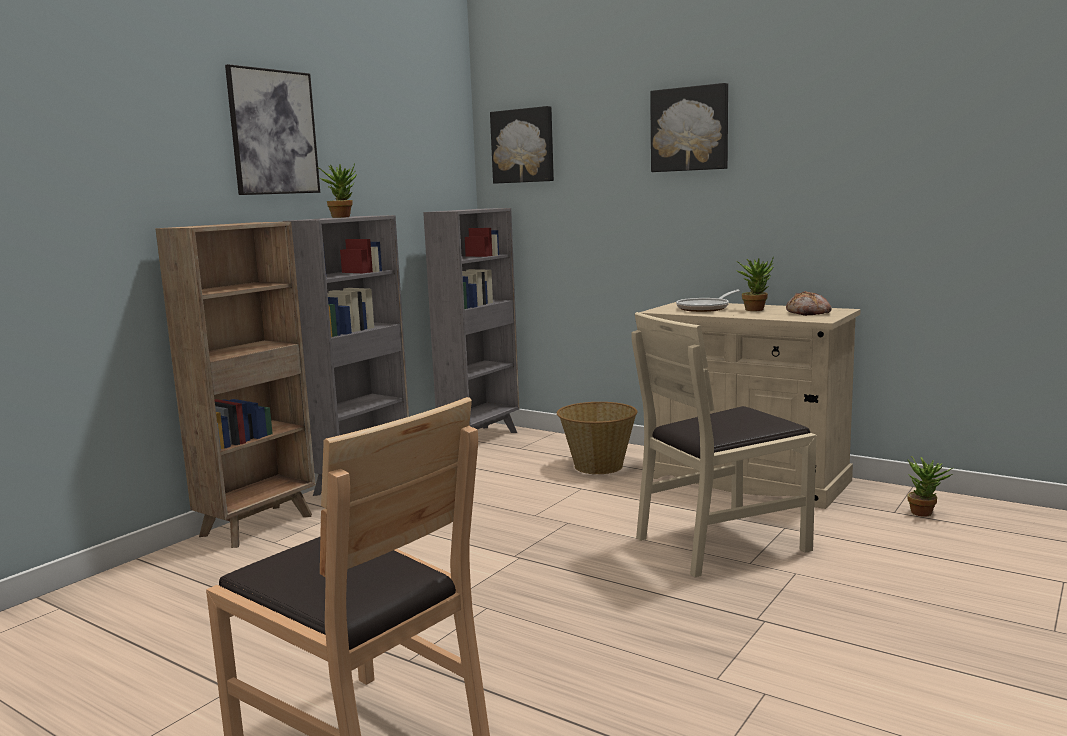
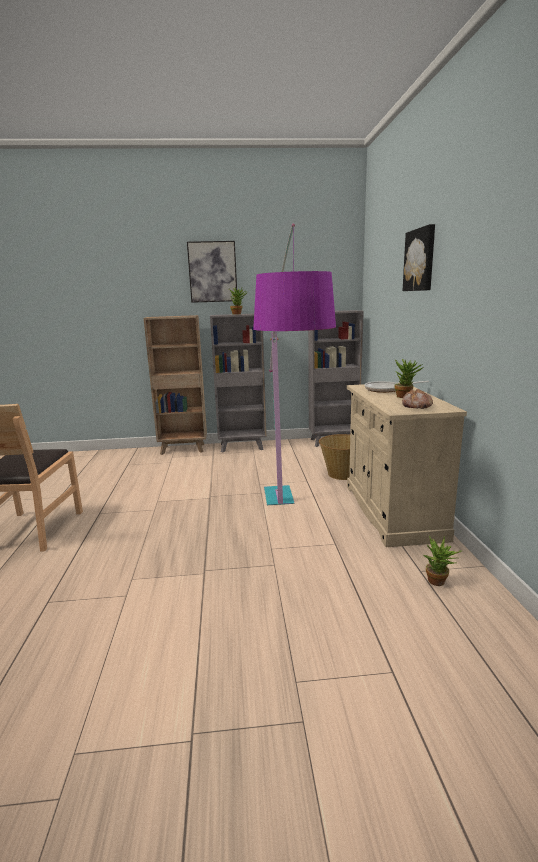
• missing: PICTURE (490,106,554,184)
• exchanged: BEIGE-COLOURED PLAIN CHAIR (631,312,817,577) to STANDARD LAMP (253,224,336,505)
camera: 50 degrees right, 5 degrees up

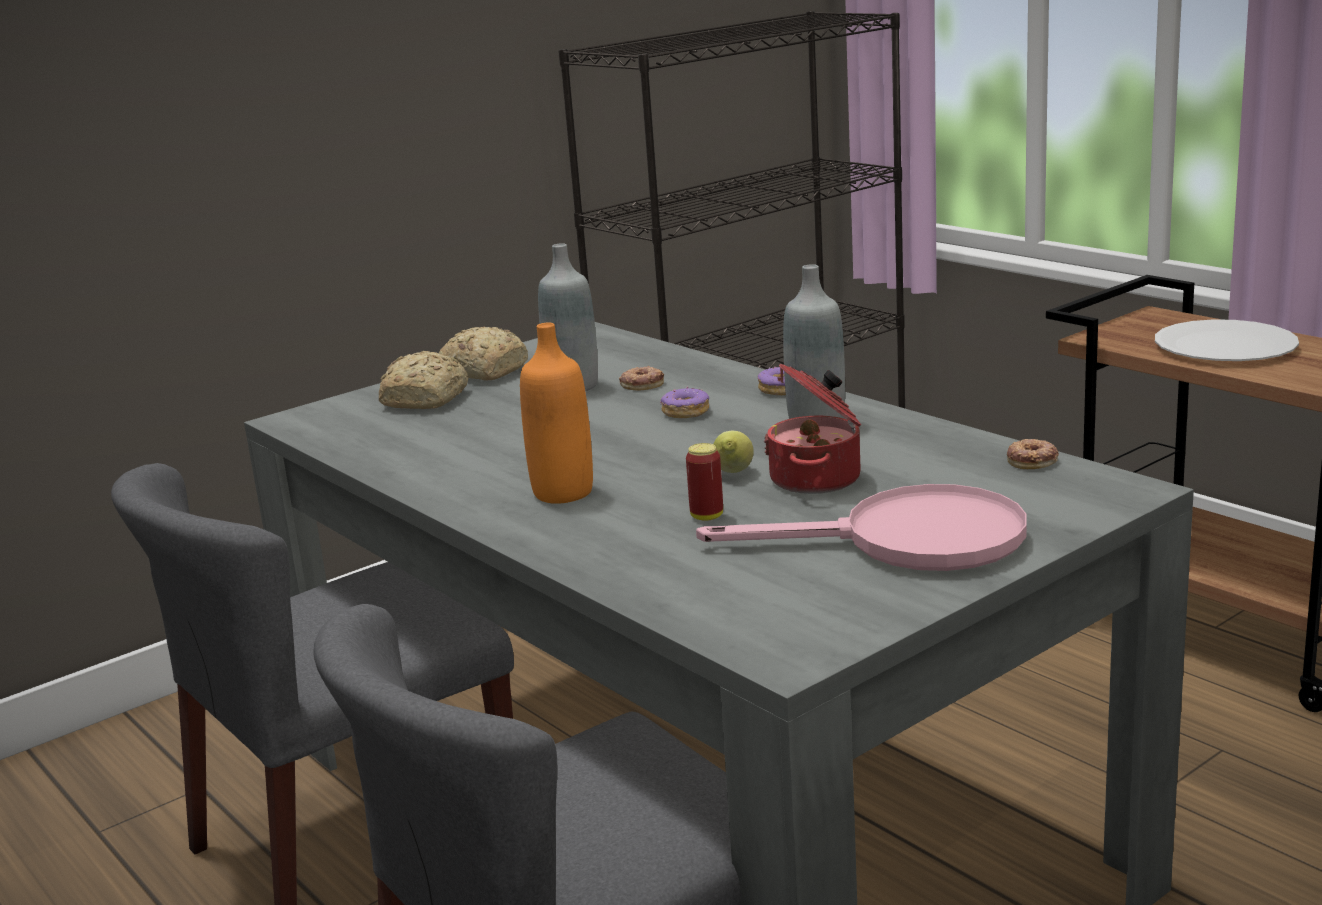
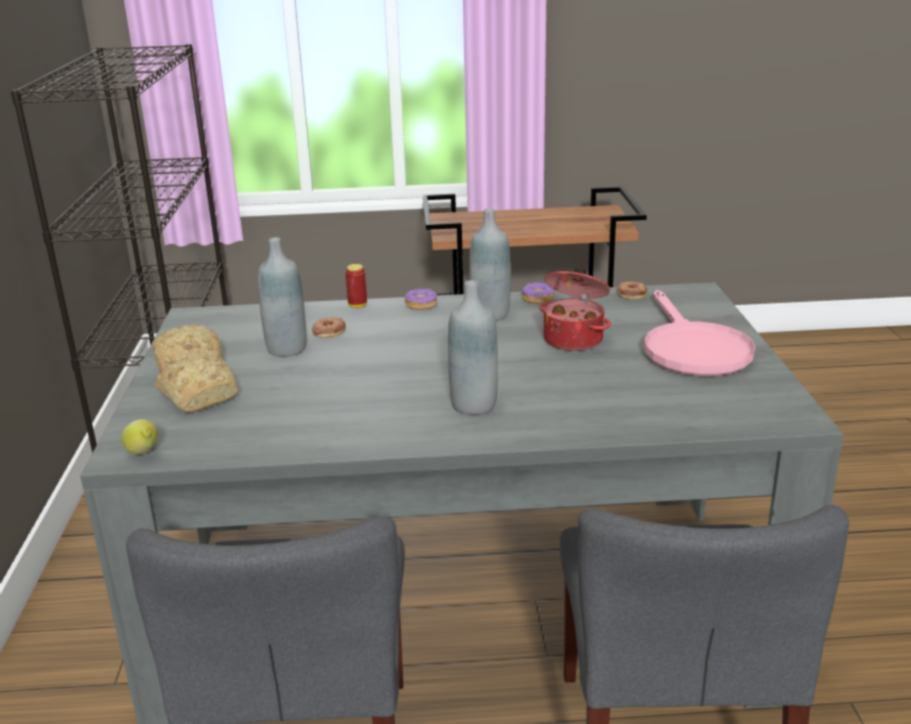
• colour: ORANGEY BOTTLE (520,322,593,504) to GRAY BOTTLE (448,280,498,415)
• relocated: RING DOUGHNUT (660,387,709,418) to (522,282,555,304)
• relocated: SEALED CAN (686,443,723,521) to (345,264,367,308)
• spun: PINK-COLOURED PAN (696,484,1027,571) = (644,290,755,376) 135 degrees clockwise
• relocated: LEMON (714,431,754,473) to (122,419,158,454)
• missing: WHITE-COLOURED PLATE (1155,319,1299,361)
camera: 55 degrees left, 5 degrees up

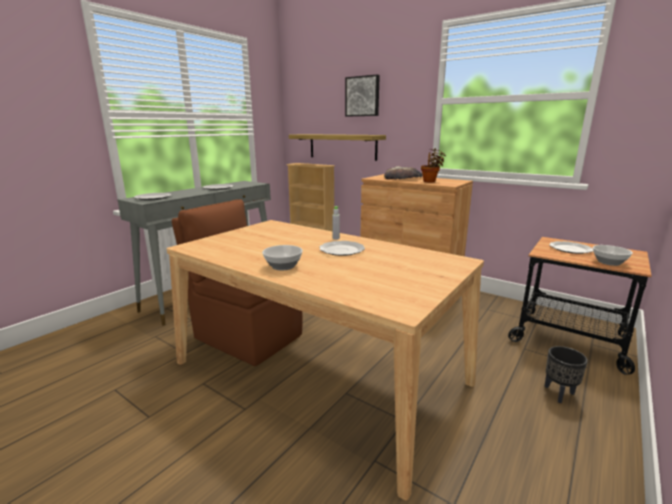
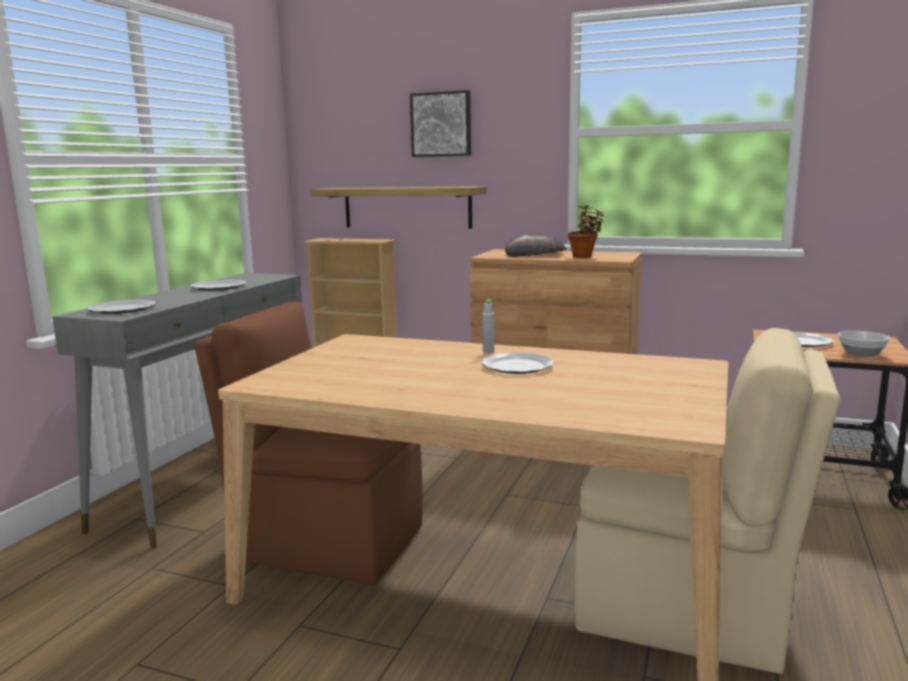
• missing: BOWL (262,245,303,270)
• missing: BLACK-COLOURED FLOWER POT (544,346,588,403)
• appeared: BEIGE-COLOURED PLAIN CHAIR (575,328,840,674)
camera: 15 degrees left, 5 degrees down

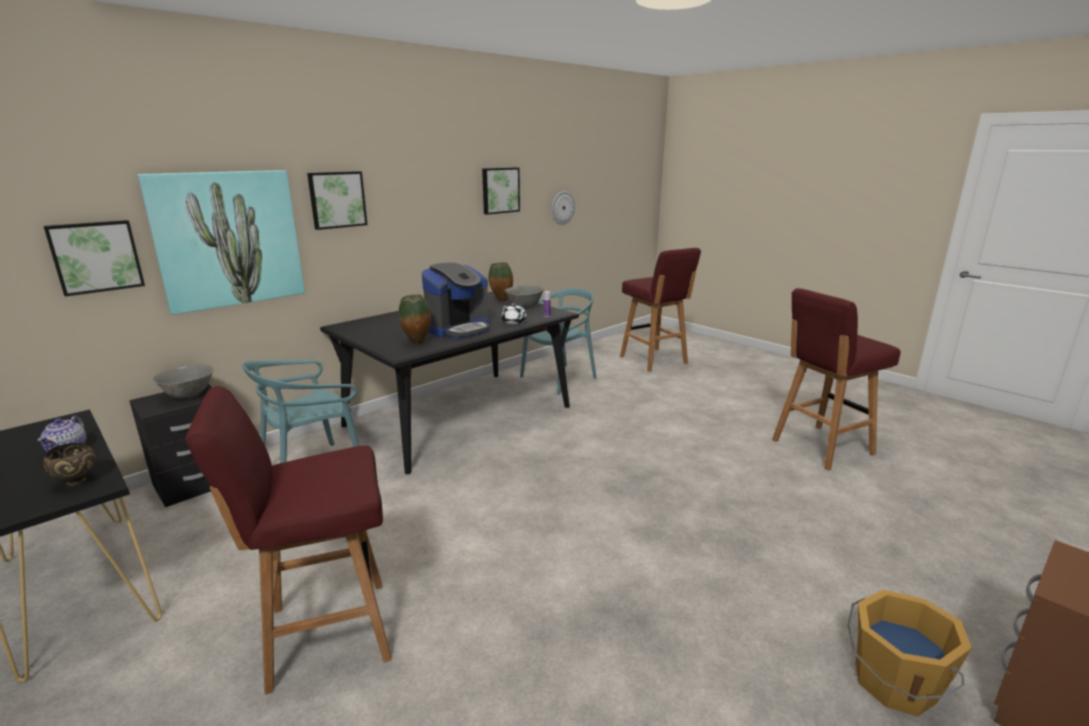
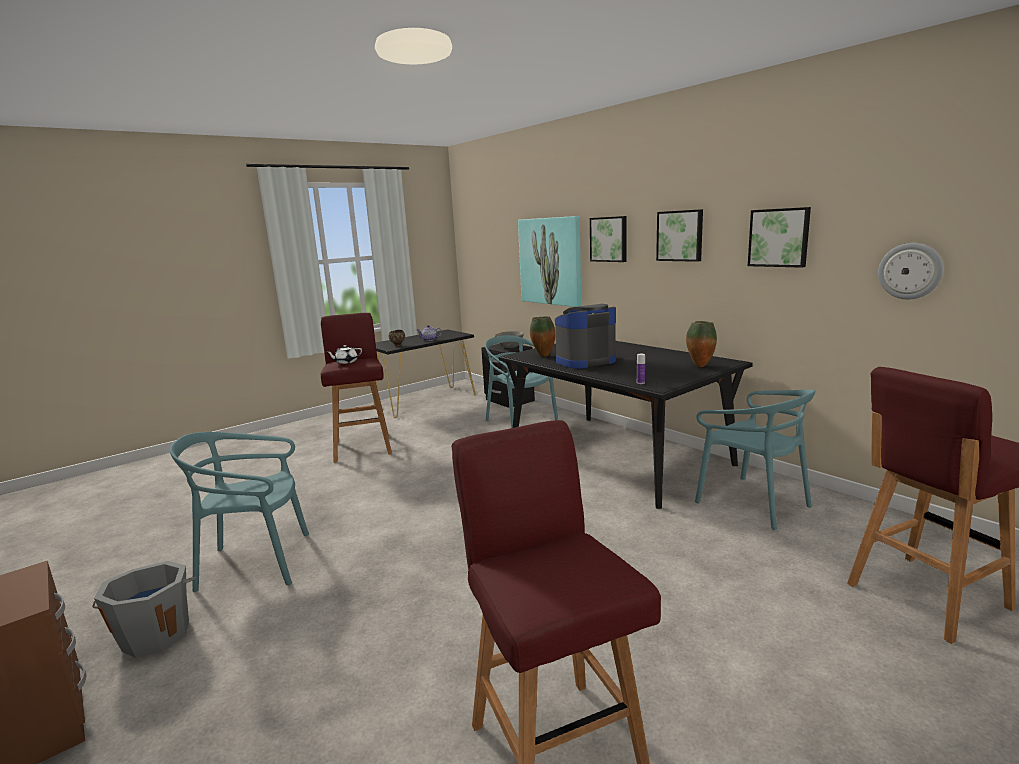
• relocated: PICTURE (43,220,145,297) to (656,209,703,262)
• spun: COFFEE MAKER (422,262,490,338) = (555,304,616,369) 105 degrees clockwise
• relocated: WHITE-COLOURED POT FOR TEA (501,303,527,325) to (327,345,362,364)
• missing: GRAY BOWL (505,286,544,309)
• colour: ORANGEY PAIL (848,590,972,717) to GRAY PAIL (92,561,197,658)
• appeared: BLUE-GREEN PLAIN CHAIR (170,432,309,592)
camera: 95 degrees right, 5 degrees down

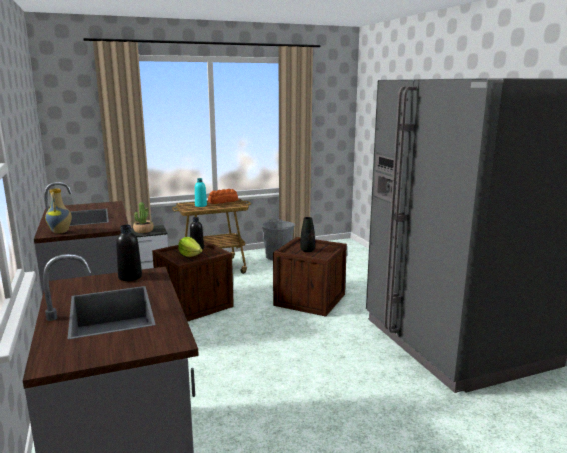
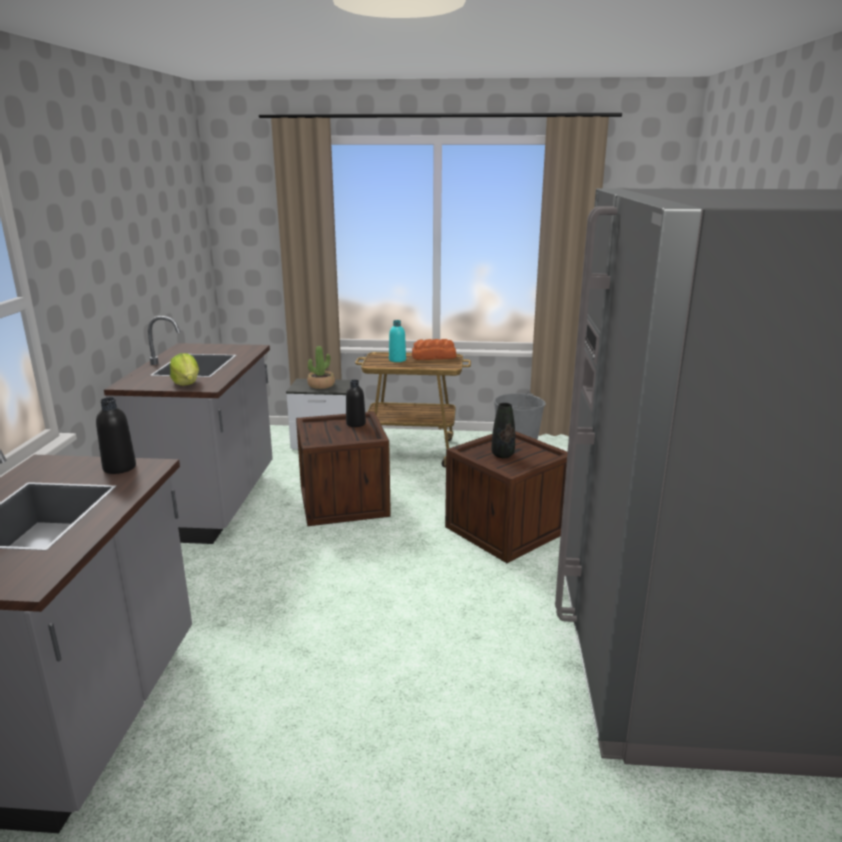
• missing: FLOWER VASE (45,188,72,234)
• relocated: LETTUCE HEAD (178,237,202,257) to (170,353,199,386)
camera: 25 degrees right, 5 degrees up

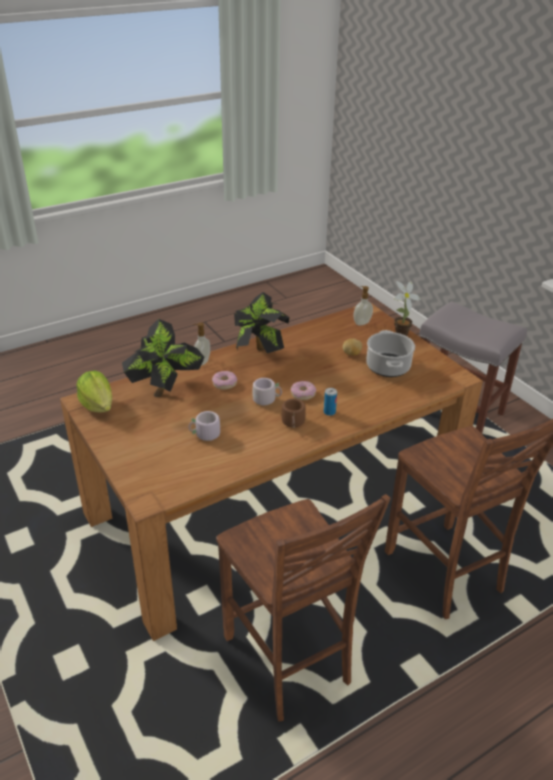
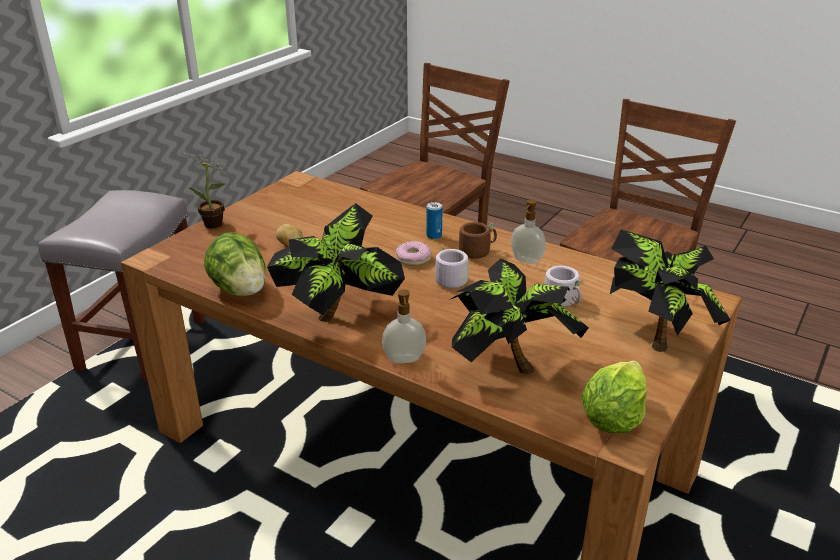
• missing: RING DOUGHNUT (212,371,237,390)
• relocated: SOAP DISPENSER (354,286,373,326) to (511,199,546,264)
• missing: STOCKPOT (366,330,415,377)
• appeared: LETTUCE HEAD (204,232,266,297)
• appeared: POTTED PLANT (610,229,731,352)
camera: 115 degrees left, 5 degrees down

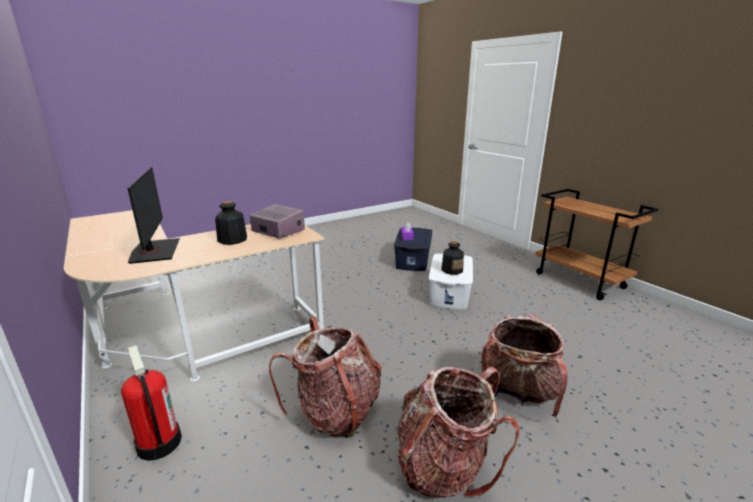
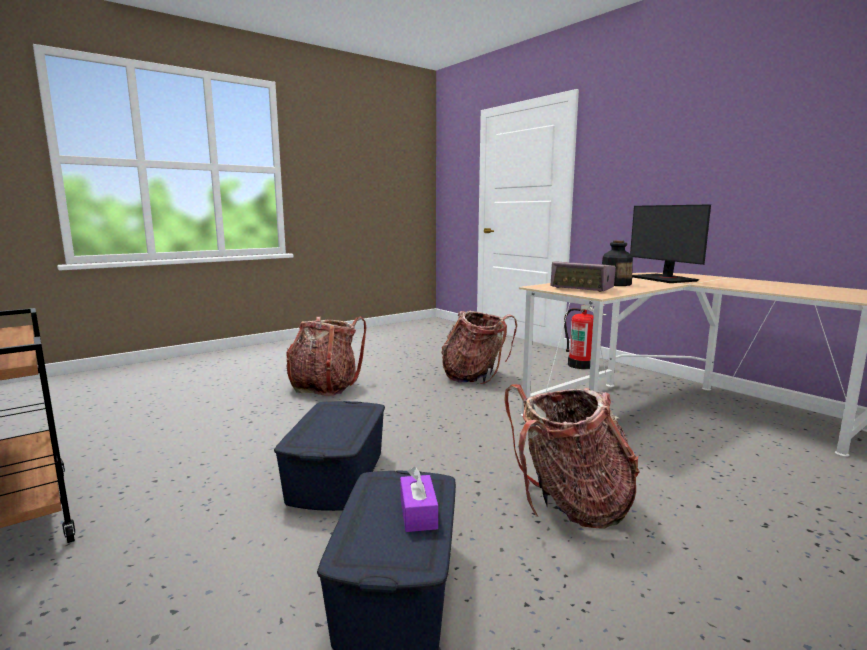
• relocated: KNAPSACK (398,367,520,498) to (504,384,640,529)
• colour: WHITE-COLOURED STORAGE BIN (429,254,473,310) to BLUISH STORAGE BIN (274,401,385,511)
• missing: BOTTLE (441,241,464,275)
camera: 175 degrees right, 10 degrees down

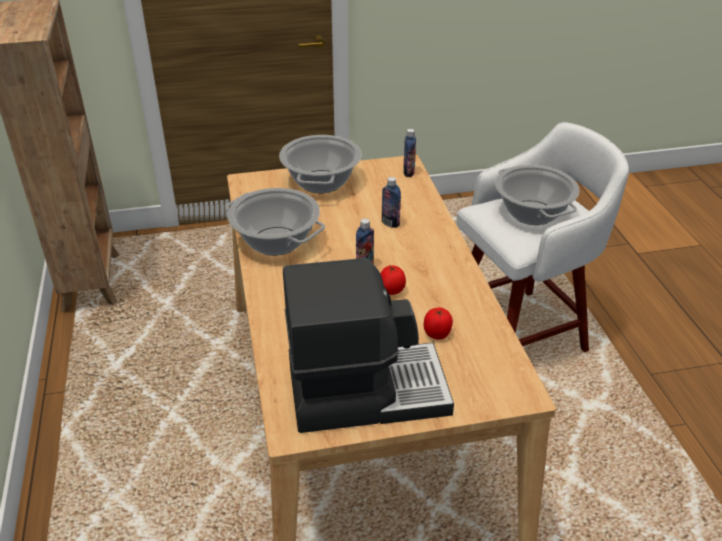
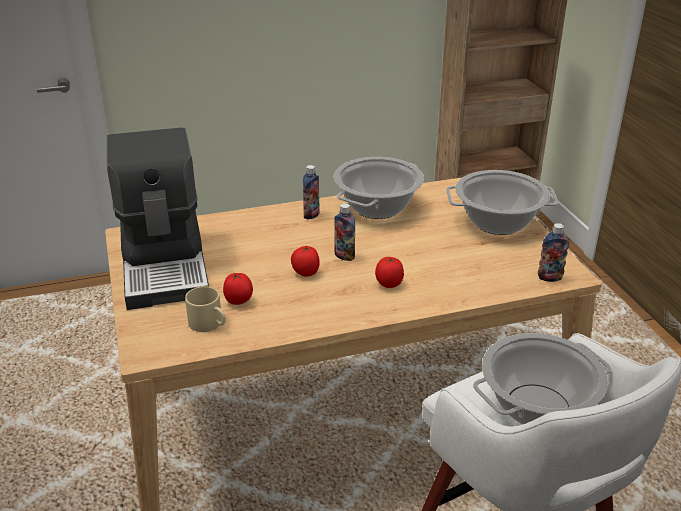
• relocated: BOTTLE (382,177,401,228) to (303,165,320,220)
• appeared: BEIGE-COLOURED TEA MUG (185,286,226,332)
• appeared: TOMATO (375,257,404,288)
camera: 85 degrees right, 5 degrees down

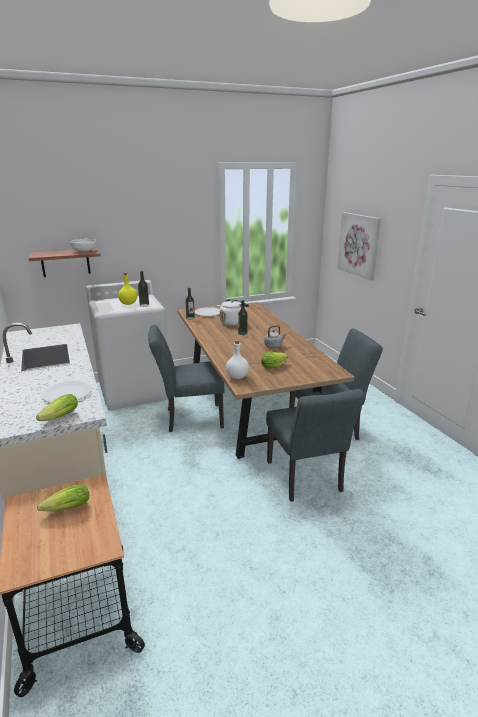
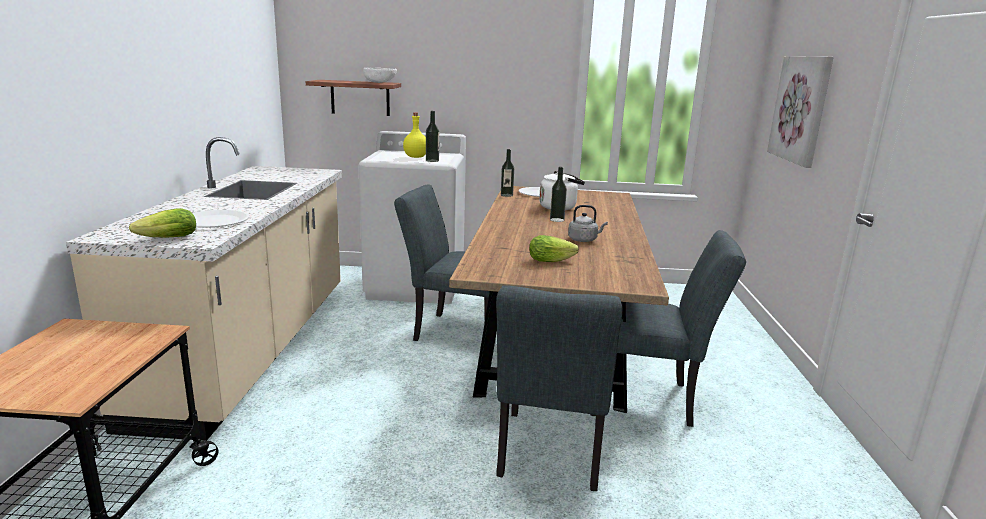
• missing: LETTUCE HEAD (37,485,89,512)
• missing: WHITE-COLOURED BOTTLE (226,340,249,379)
camera: 25 degrees right, 5 degrees down

